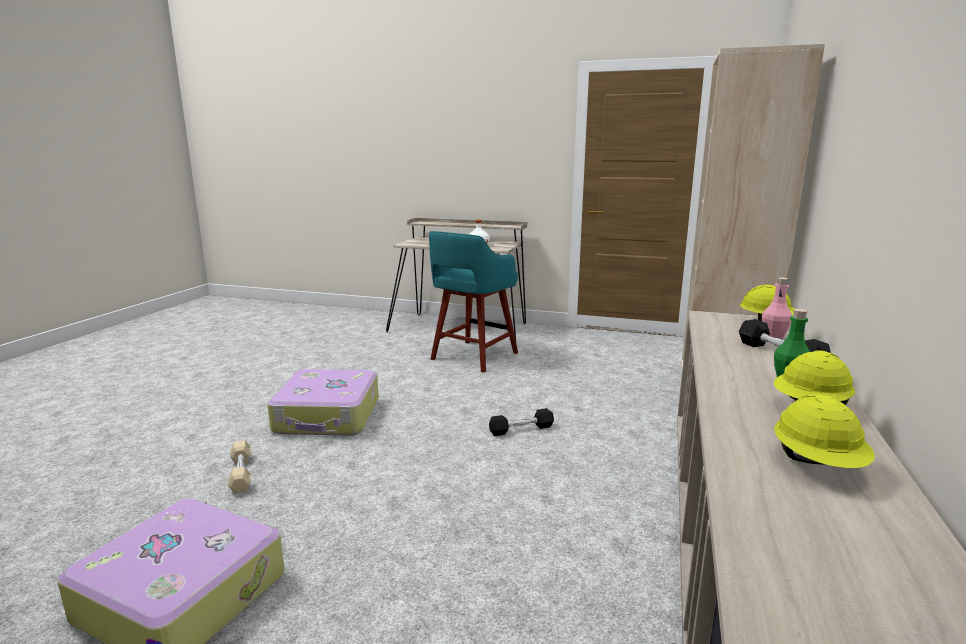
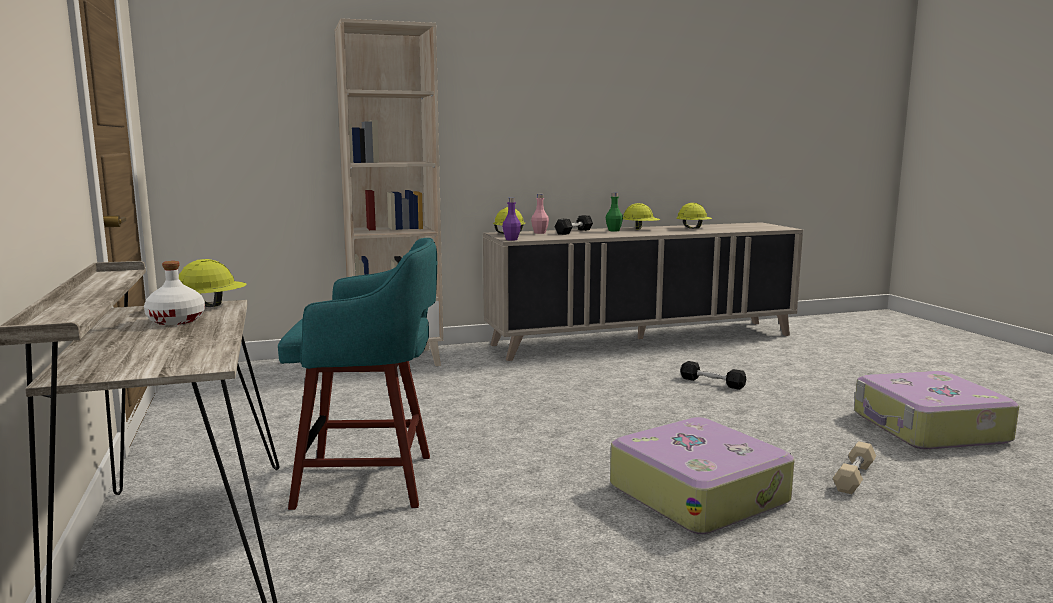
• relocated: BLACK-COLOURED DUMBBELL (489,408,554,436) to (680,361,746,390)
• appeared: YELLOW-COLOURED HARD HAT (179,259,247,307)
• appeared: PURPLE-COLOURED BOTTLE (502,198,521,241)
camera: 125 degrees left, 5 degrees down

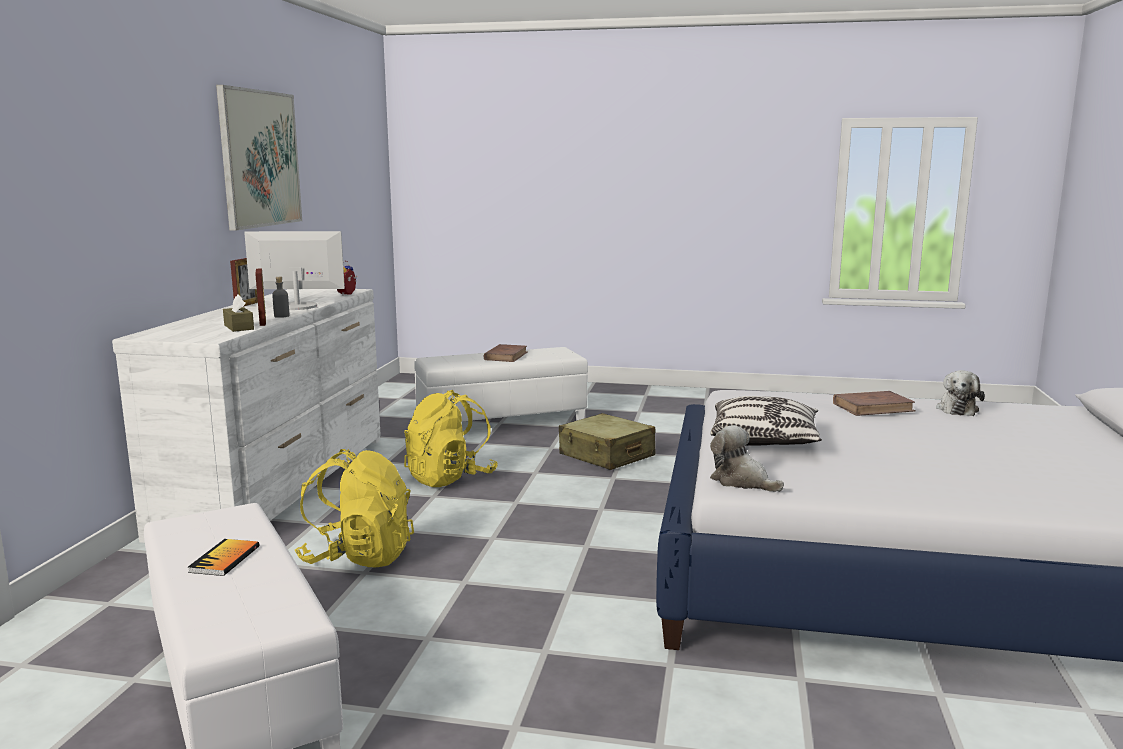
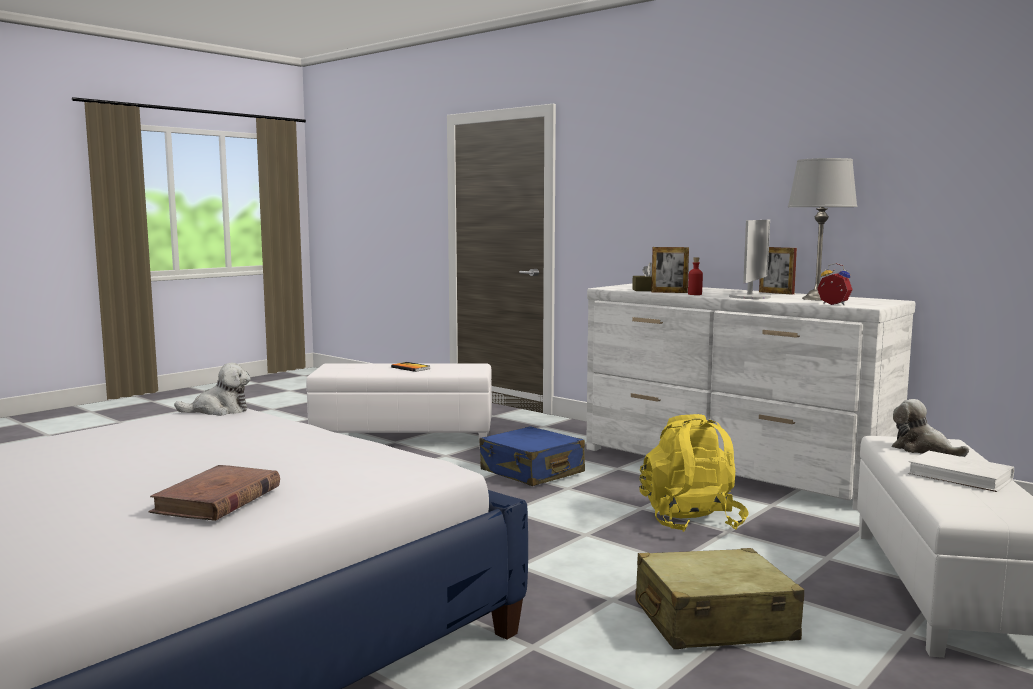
• missing: PICTURE (216,85,302,231)
• colour: GRAY BOTTLE (272,277,289,318) to REDDISH BOTTLE (688,257,703,295)
• exchanged: YELLOW-COLOURED KNAPSACK (295,449,414,567) to BLUISH SUITCASE (480,426,585,486)
• colour: BROWN VOLUME (483,344,528,362) to WHITE-COLOURED VOLUME (908,451,1014,492)
• missing: THROW PILLOW (710,396,822,446)
• relocated: SOFT TOY (936,370,985,416) to (892,399,969,457)
• appeared: GRAY LAMP FOR A TABLE (788,158,857,301)
camera: 120 degrees right, 5 degrees down

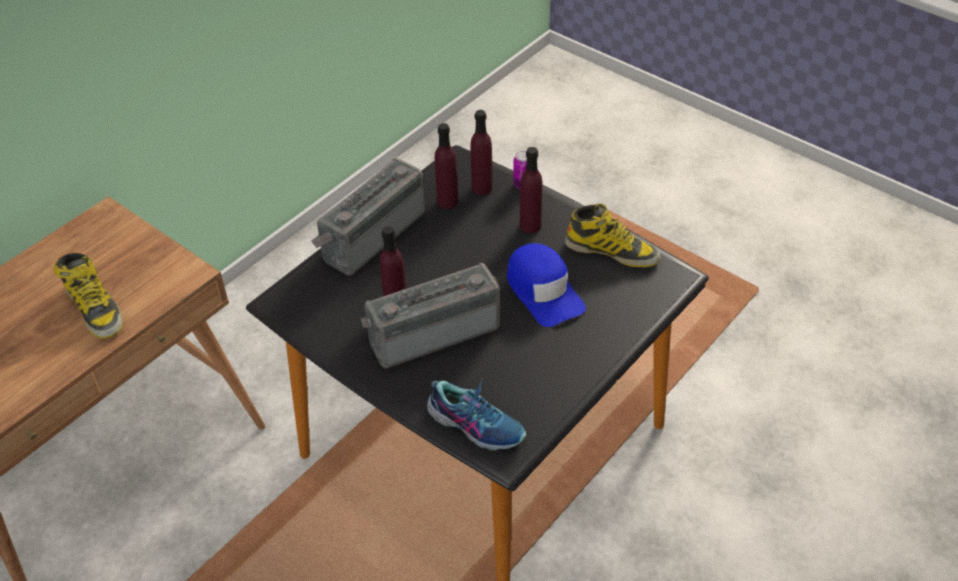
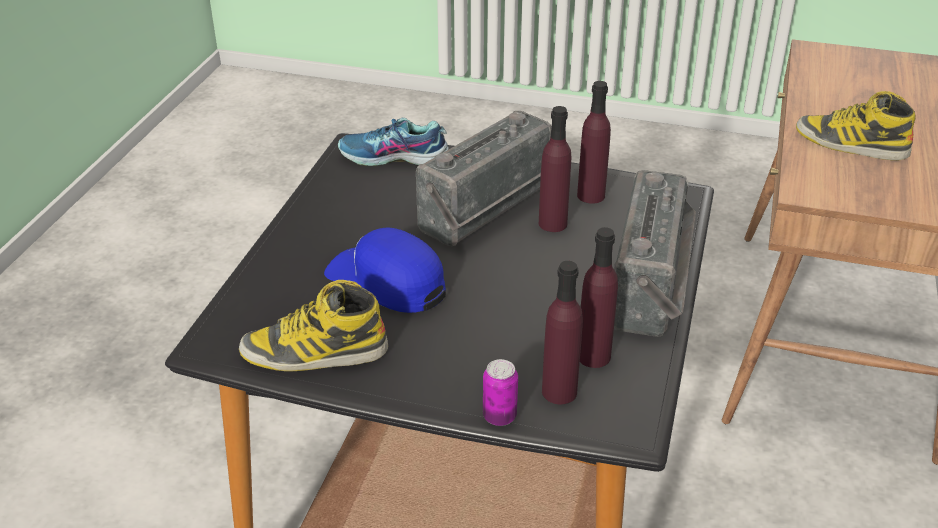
• relocated: PURPLE-COLOURED BOTTLE (520,147,542,233) to (577,81,611,204)
camera: 155 degrees right, 10 degrees down

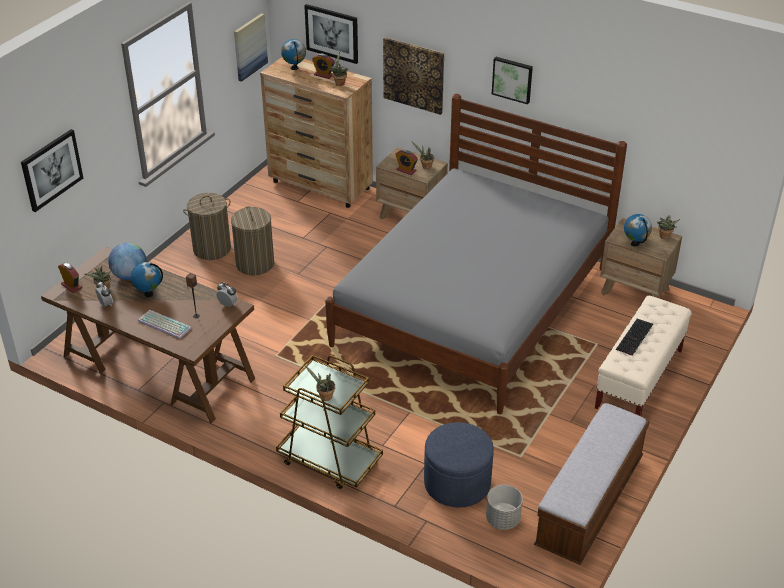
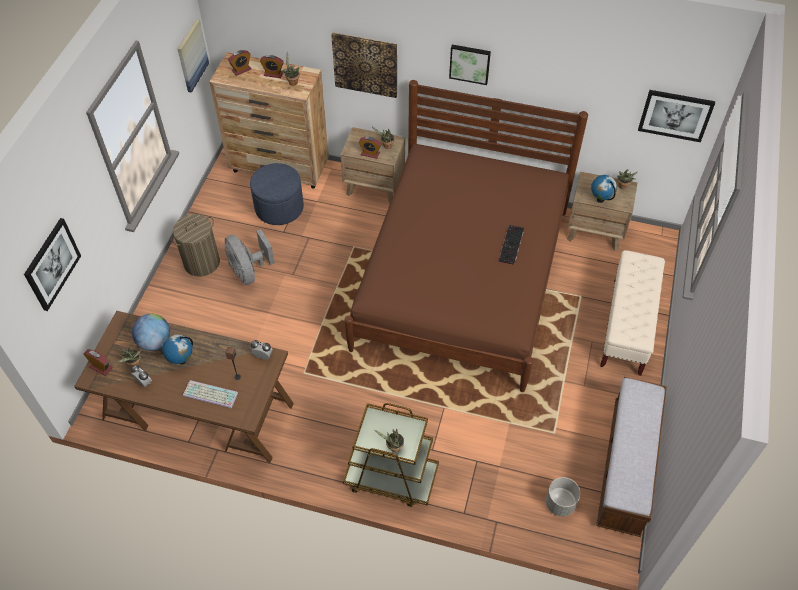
• exchanged: LAUNDRY BASKET (231,206,274,276) to GRAY COOLING FAN (225,229,275,285)
• exchanged: GLOBE (281,39,306,70) to TABLE CLOCK (228,50,251,76)
• relocated: PICTURE (304,4,358,64) to (638,90,715,142)
• colour: GRAY BEDROOM BED (325,94,627,414) to BROWN BEDROOM BED (344,80,588,392)
• relocated: BLUISH POUFFE (424,422,494,507) to (250,163,304,225)
• relocated: COMPUTER KEYBOARD (616,319,653,356) to (499,225,524,265)
camera: 15 degrees left, 15 degrees up

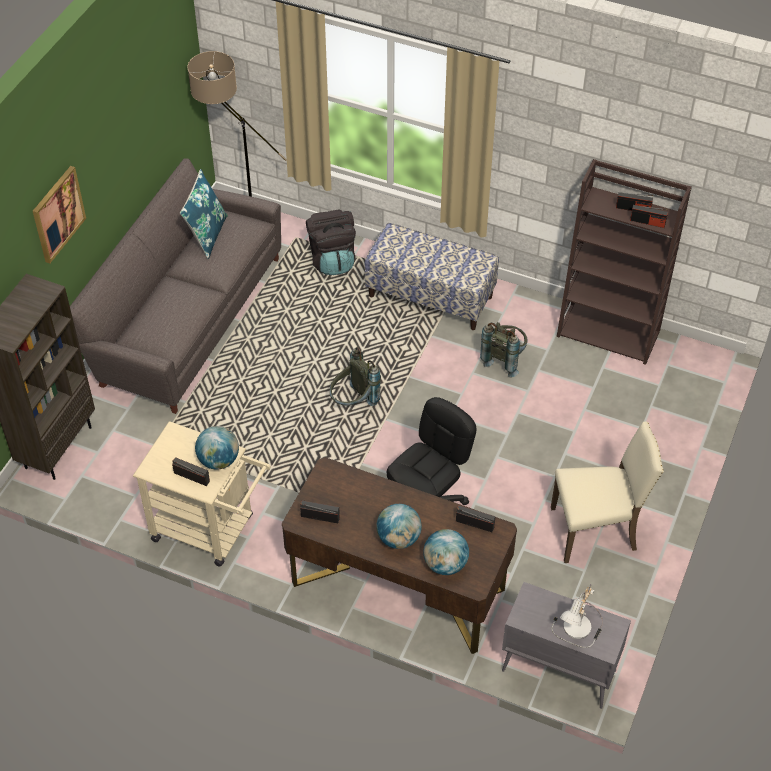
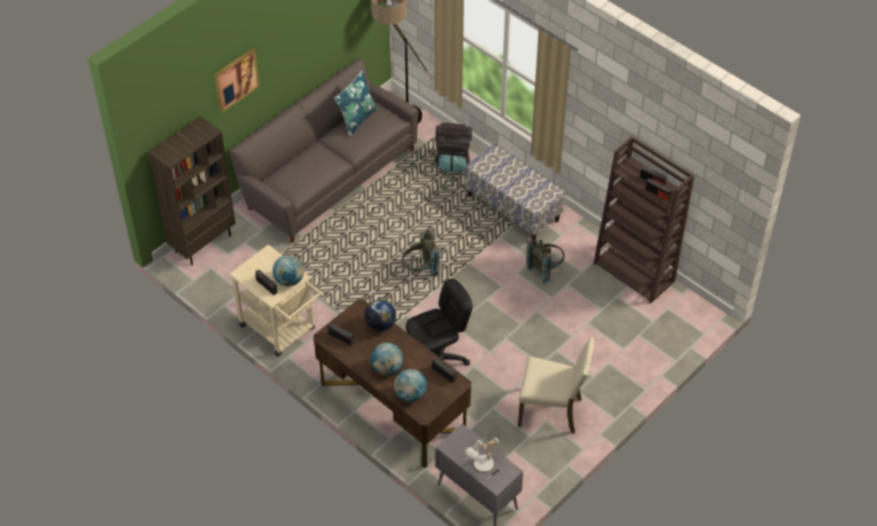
• appeared: GLOBE (365,299,396,331)
camera: 20 degrees right, 0 degrees up

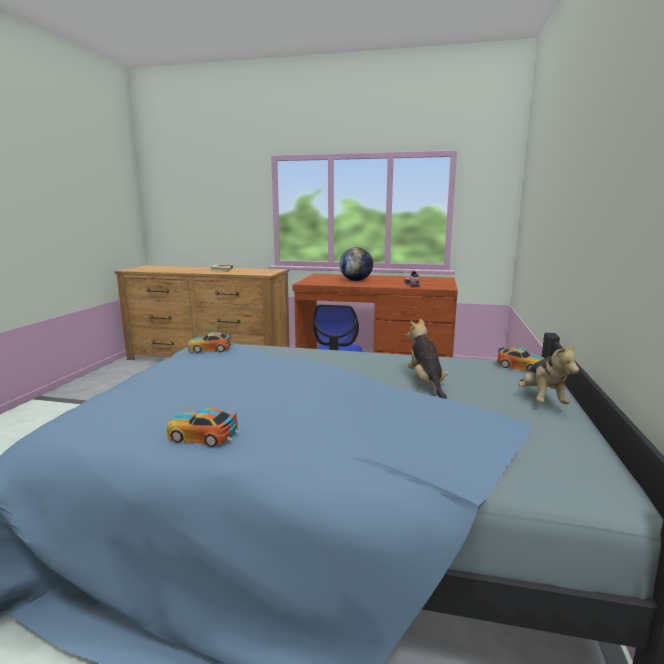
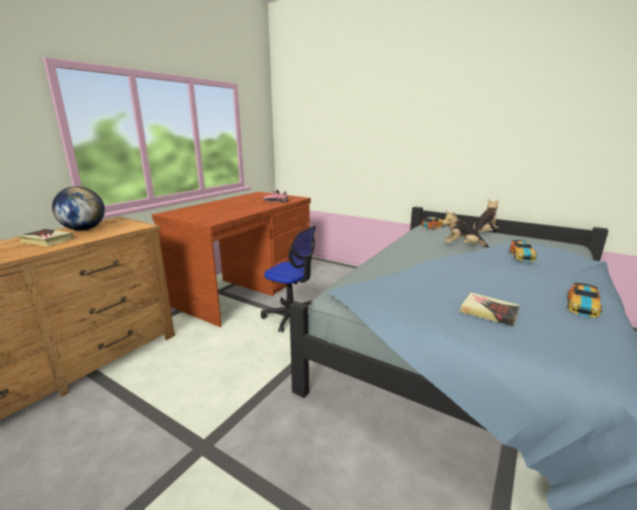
• relocated: TOY CAR (188,332,232,353) to (509,240,537,261)
• relocated: GLOBE (340,247,373,281) to (52,186,105,230)
• spun: SOFT TOY (518,343,579,404) = (473,199,499,232) 60 degrees counterclockwise
• appeared: VOLUME (460,292,520,327)
camera: 70 degrees left, 5 degrees up

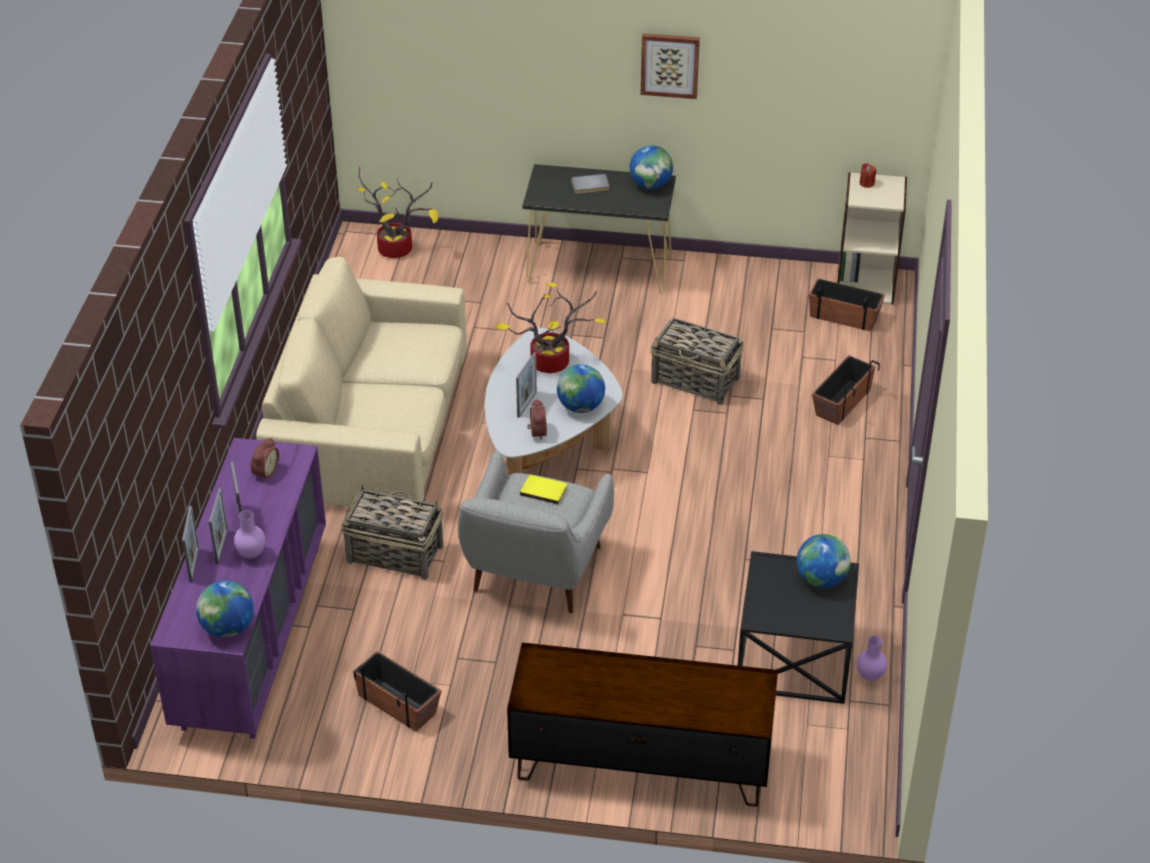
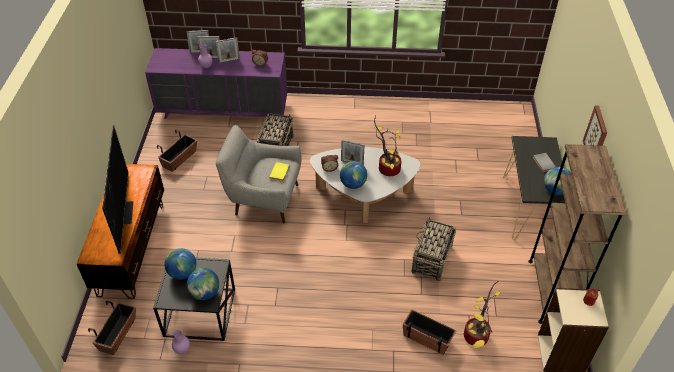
• relocated: GLOBE (196,581,254,638) to (164,248,196,280)
• missing: BEIGE-COLOURED SOFA (256,257,467,507)
• relocated: POTTED PLANT (357,167,439,258) to (464,281,500,348)
• relocated: FLOWER POT (809,278,885,331) to (88,301,136,355)
• appeared: TELEVISION (102,125,133,254)
• appeared: BROWN BOOKCASE (528,144,626,324)
camera: 85 degrees right, 5 degrees up

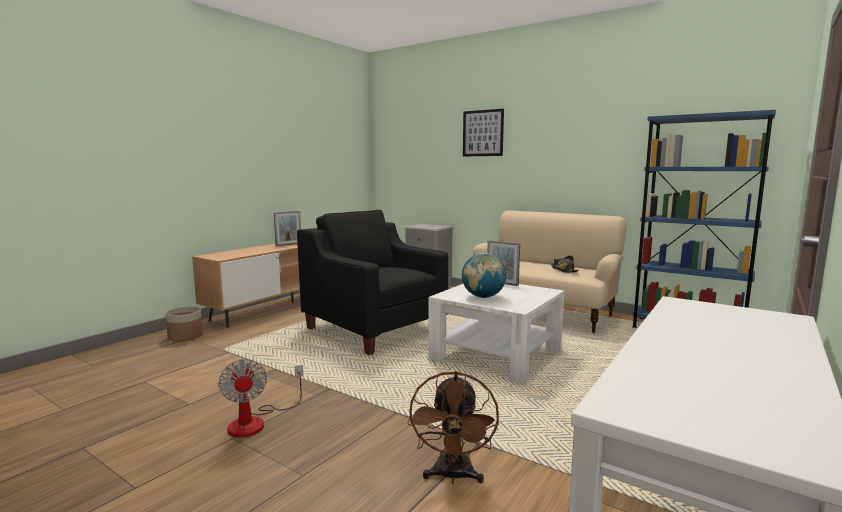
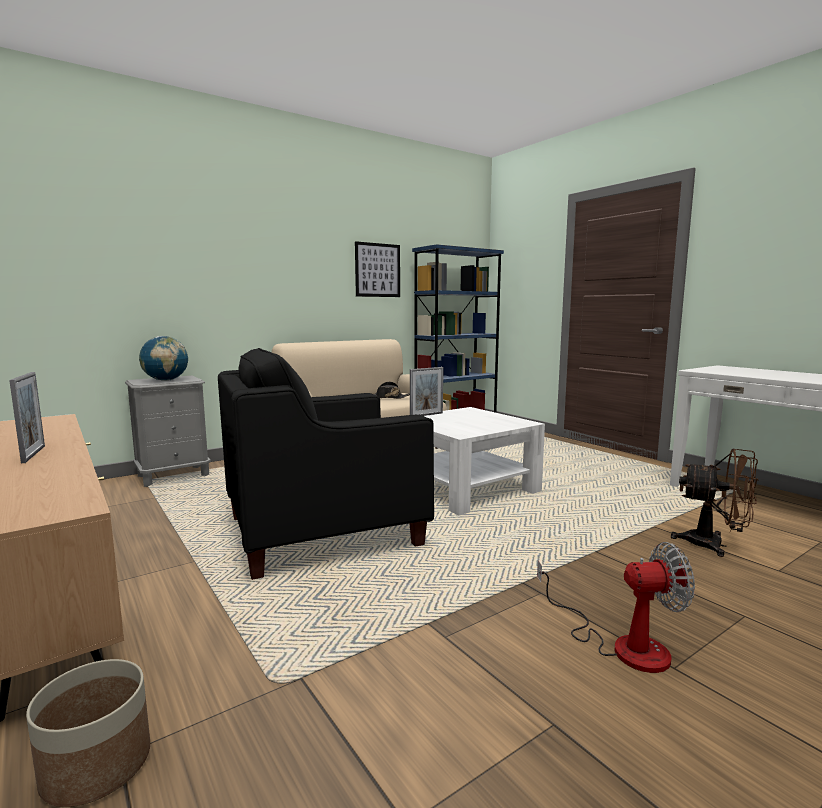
• relocated: GLOBE (462,253,506,298) to (139,336,188,381)
• relocated: PICTURE (463,109,504,156) to (355,241,400,297)
camera: 70 degrees left, 0 degrees up

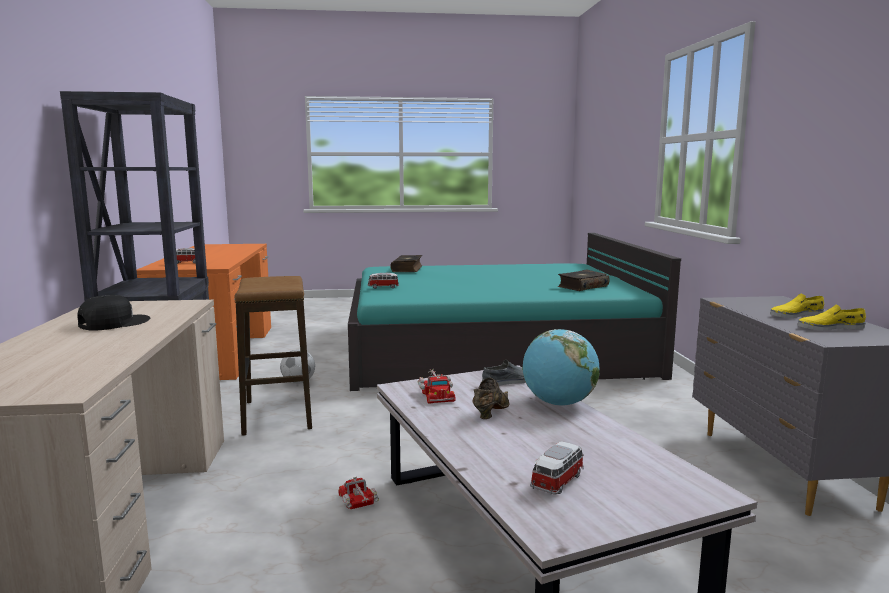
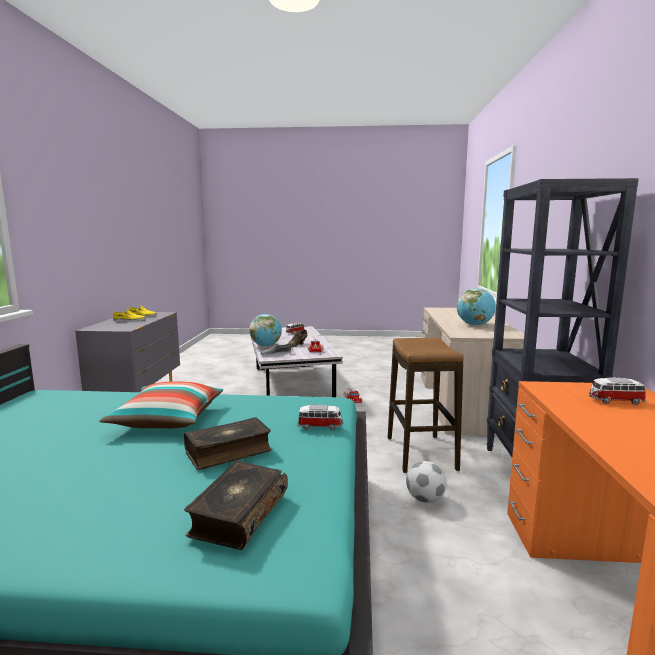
• exchanged: BLACK-COLOURED CAP (77,295,150,331) to GLOBE (457,288,496,326)
• relocated: VOLUME (558,270,610,291) to (184,417,272,470)
• appeared: THROW PILLOW (99,382,223,428)
camera: 170 degrees left, 0 degrees up

